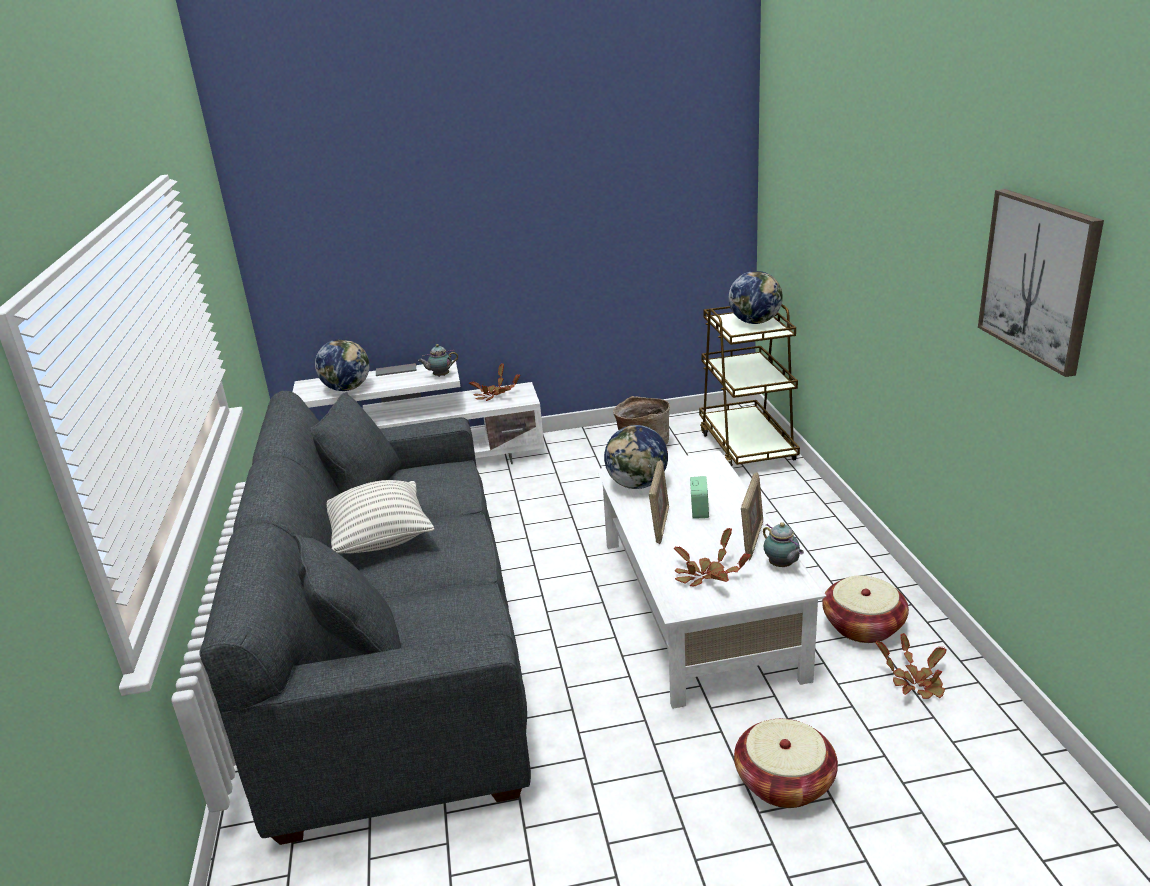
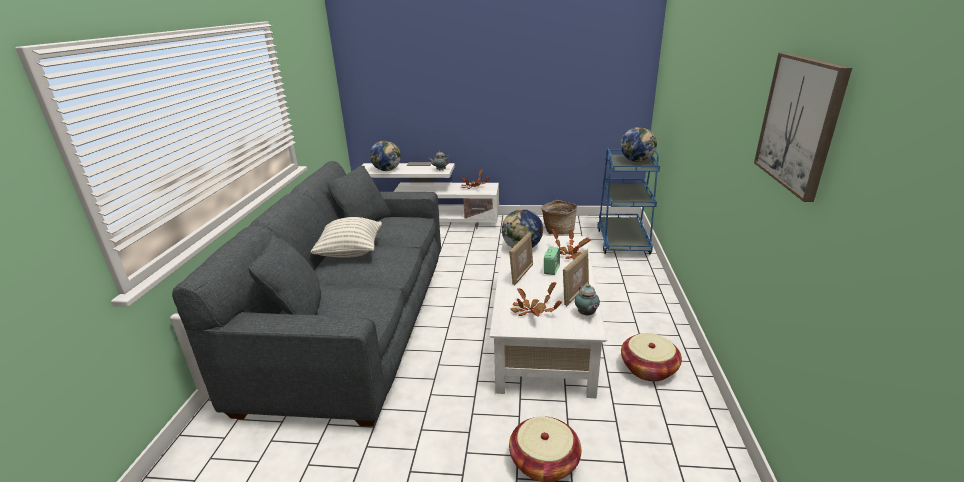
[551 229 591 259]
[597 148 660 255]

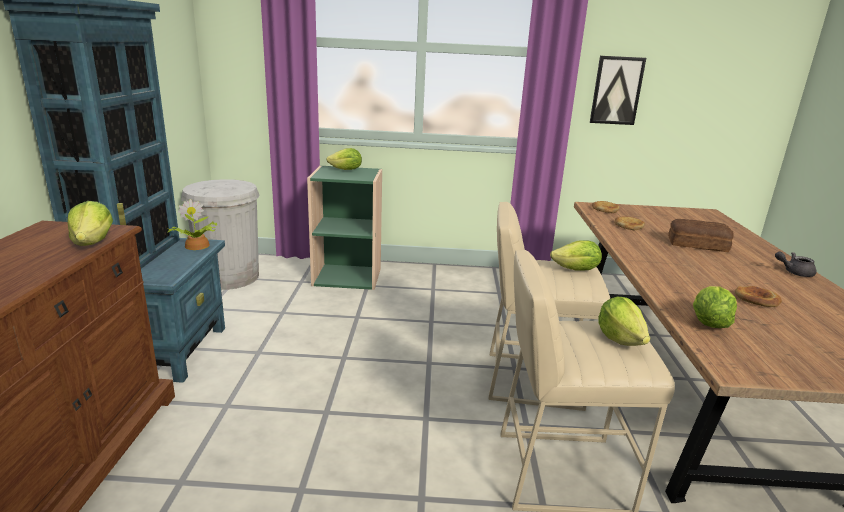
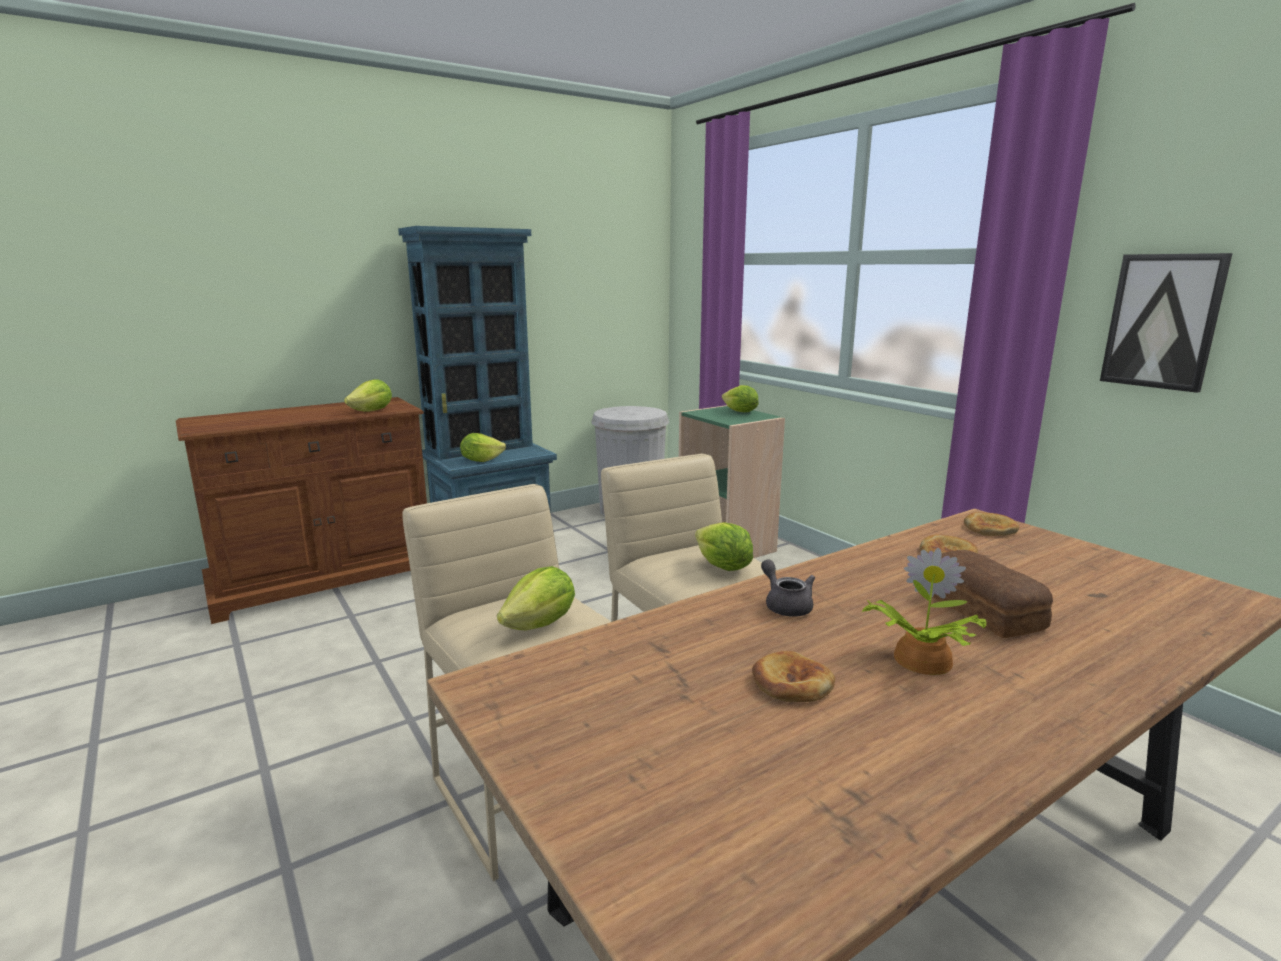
[861 548 987 675]
[460 433 506 462]
[761 559 815 617]

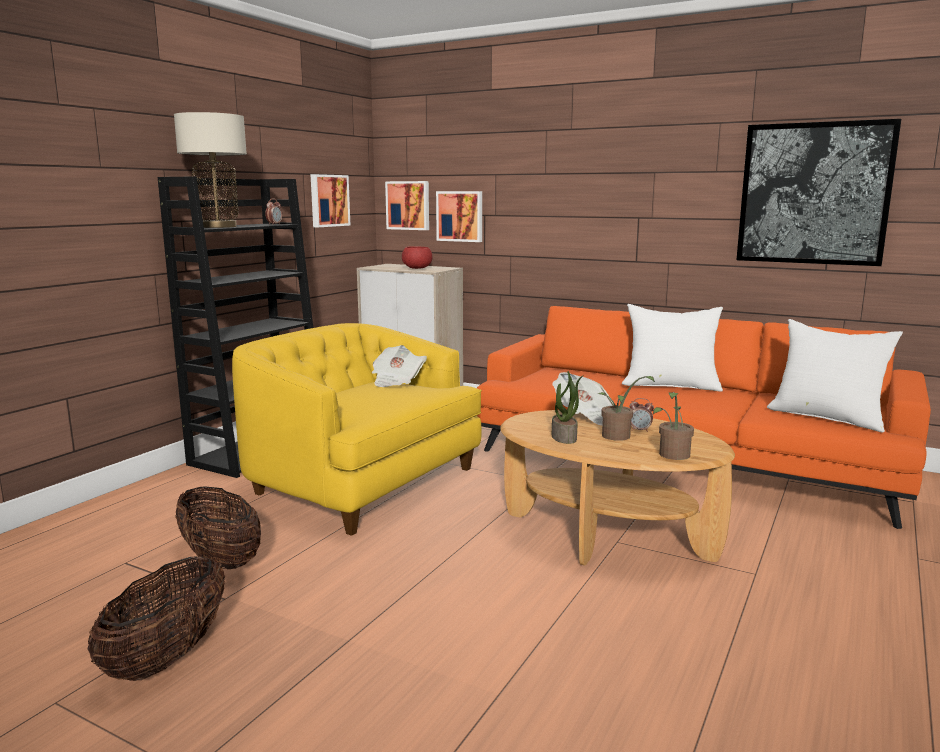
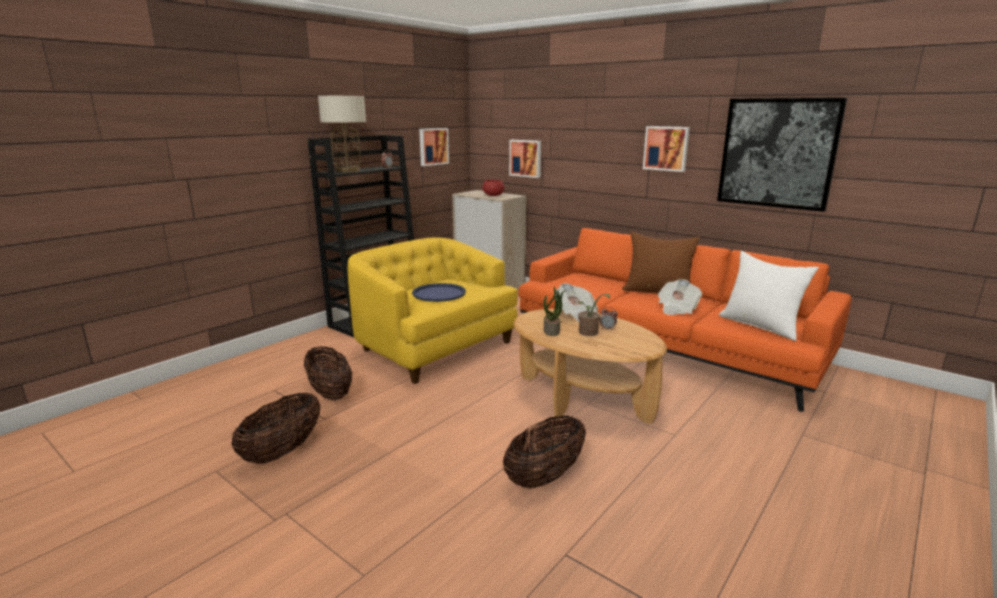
[653 392 694 460] (first image)
[412 283 466 302]
[503 416 586 489]
[658 279 702 315]
[643 126 690 172]
[622 231 700 294]

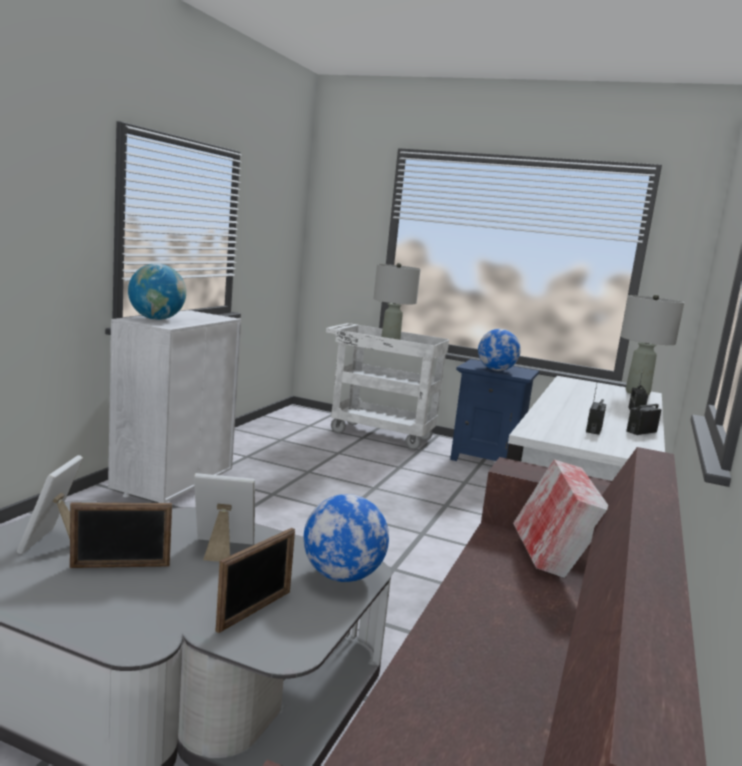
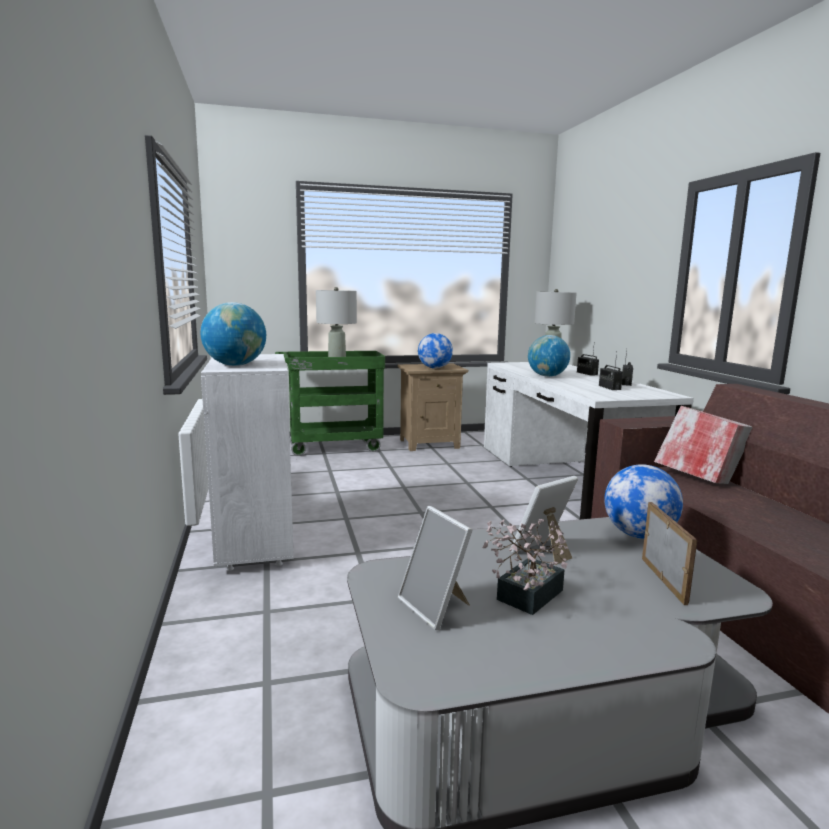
[528 335 570 377]
[482 519 568 615]
[275 351 385 456]
[397 364 468 451]

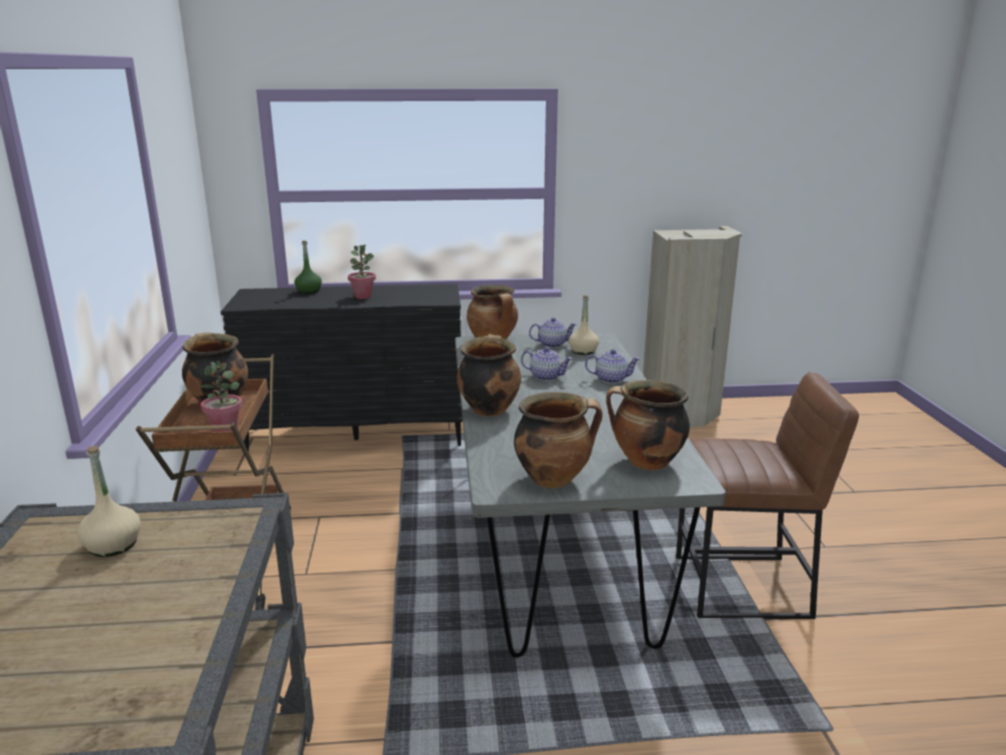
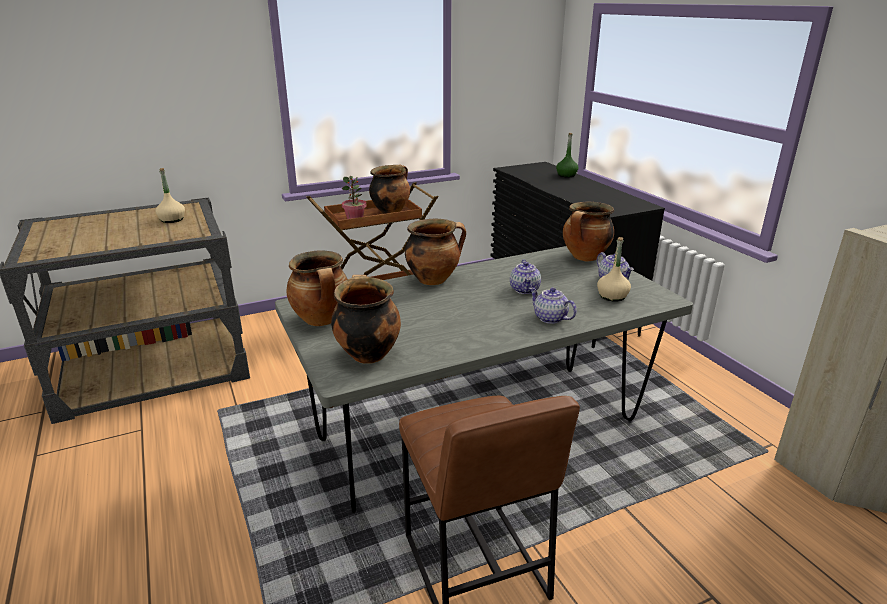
[348 245 376 299] (first image)
[529 287 577 324]

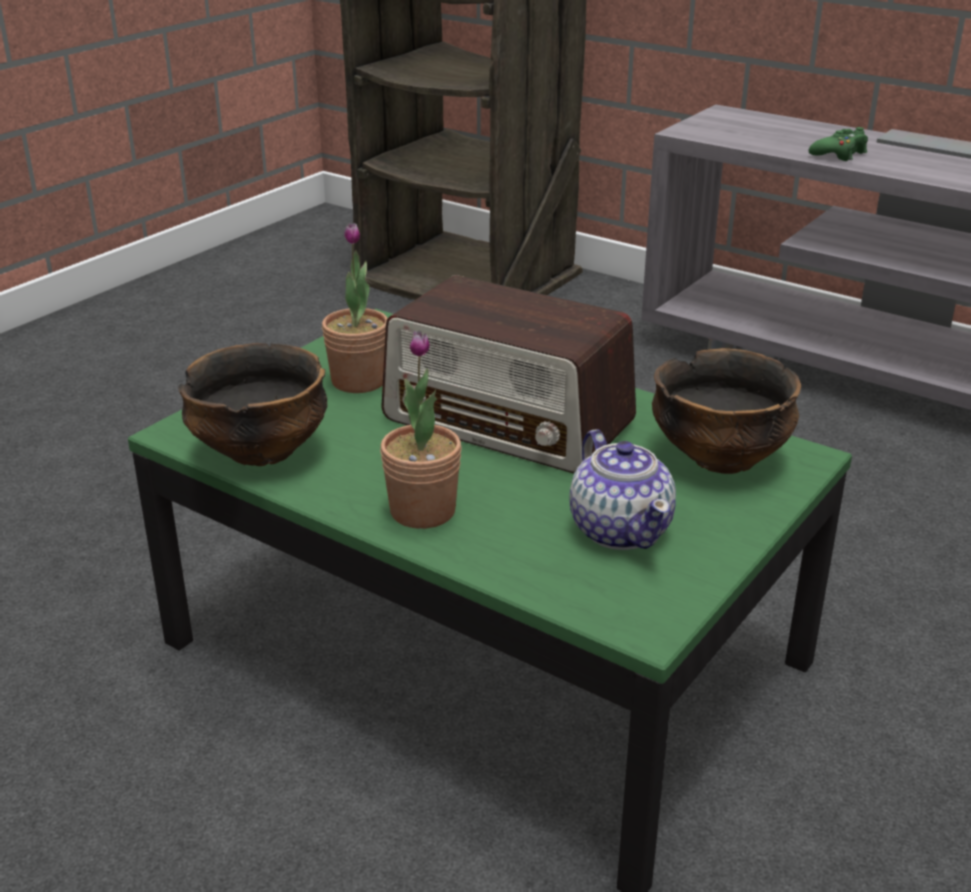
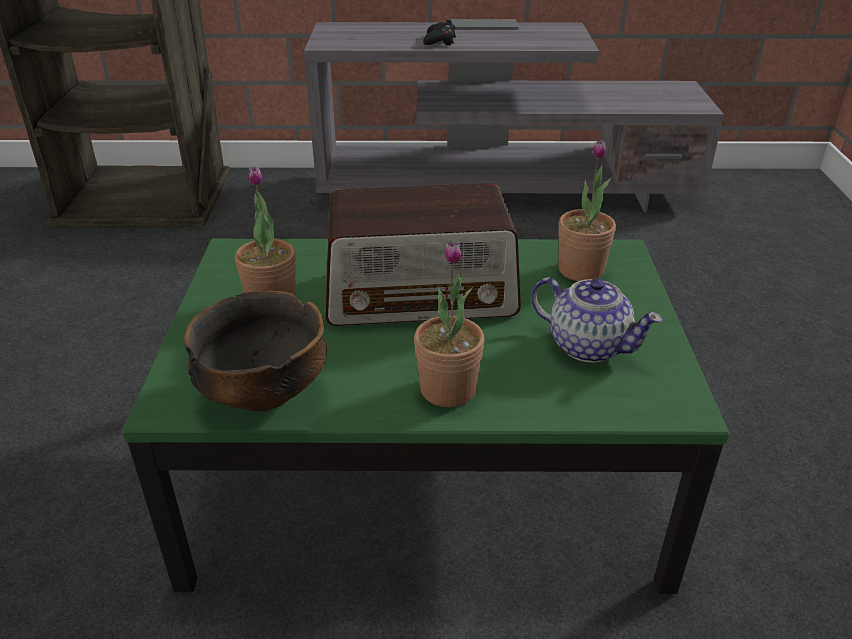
[558 140 616 281]
[423 20 456 45]

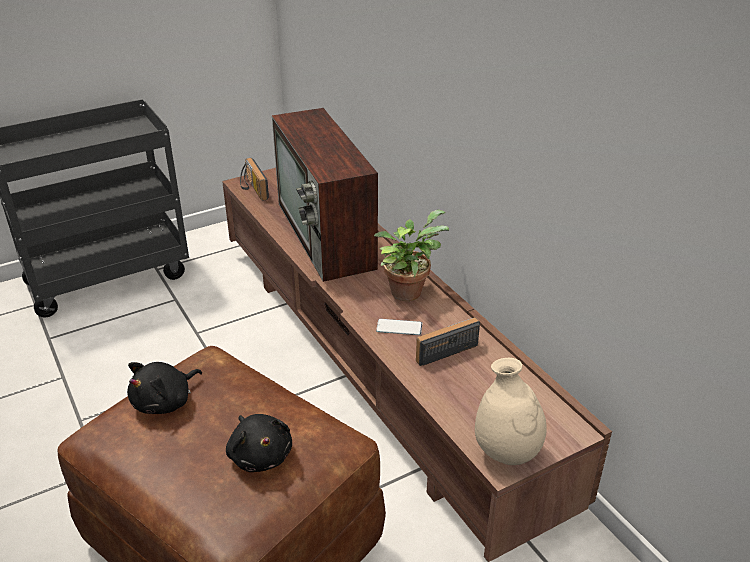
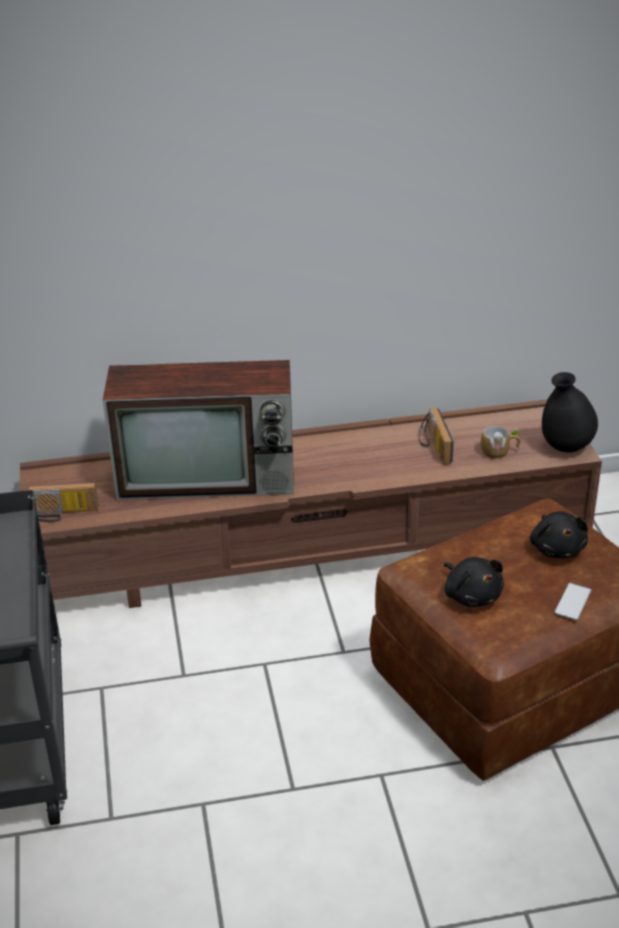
[374 210 449 301] (first image)
[481 426 521 459]
[555 583 592 620]
[542 372 598 453]
[530 511 588 558]

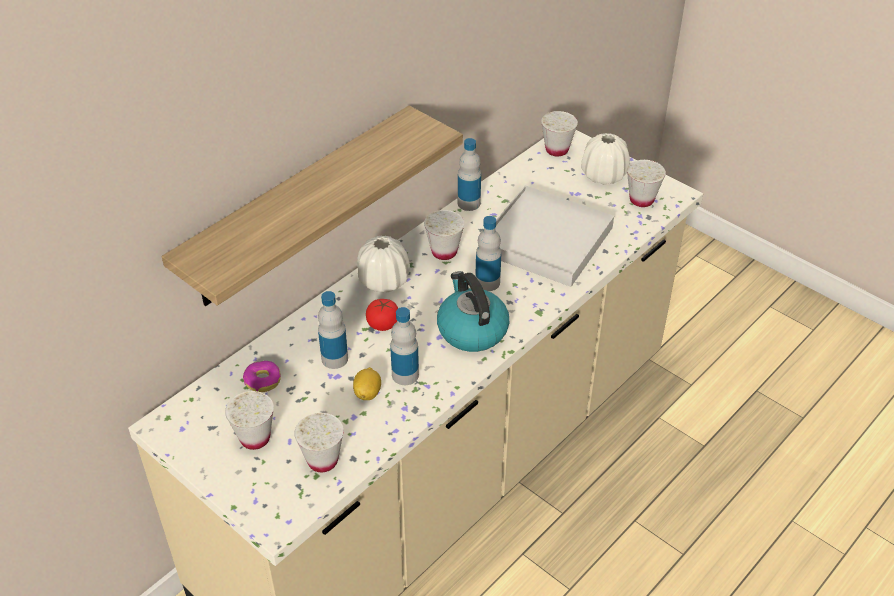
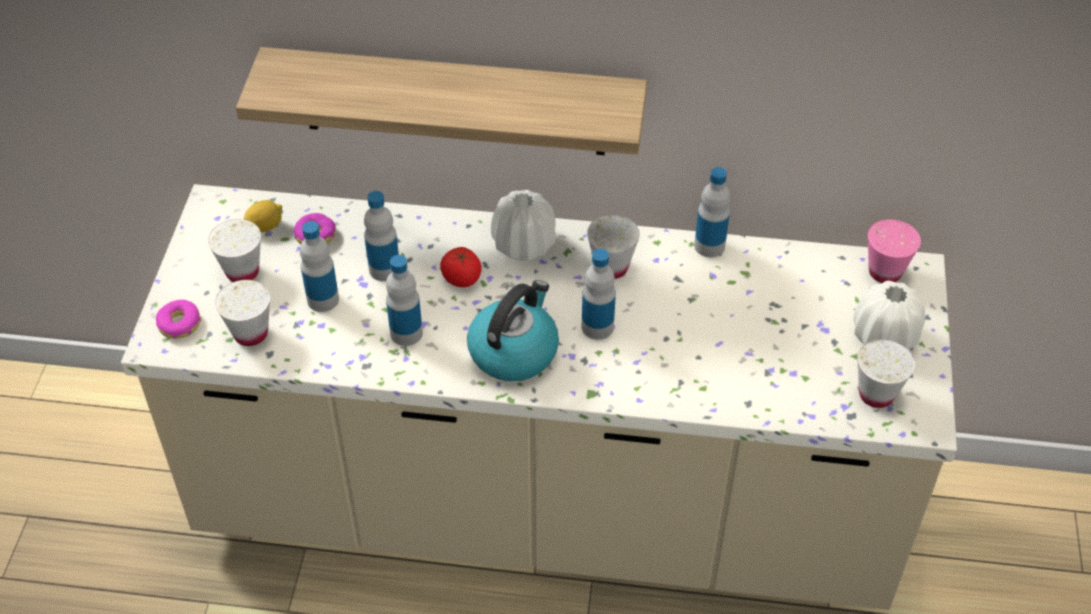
[495 185 614 287] (first image)
[156 300 201 339]
[300 221 339 312]
[244 200 282 232]
[868 219 921 283]

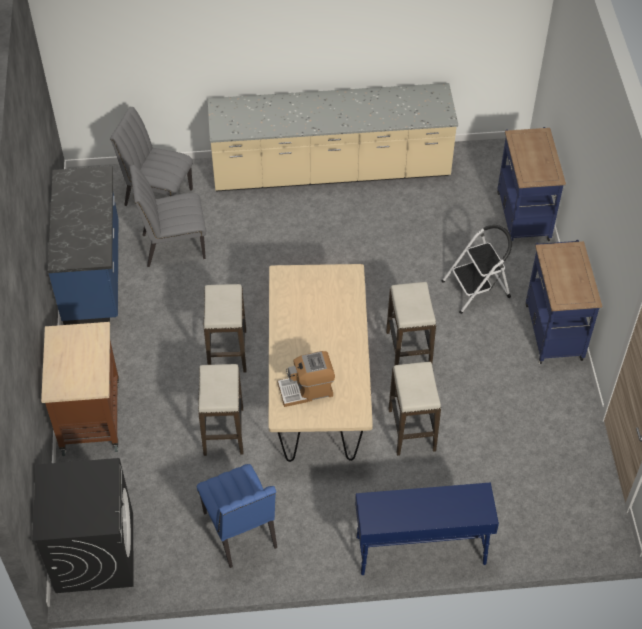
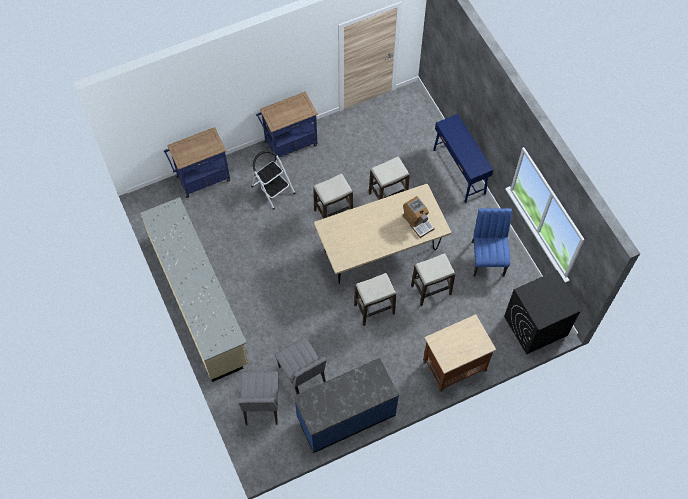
[472 208 512 277]

